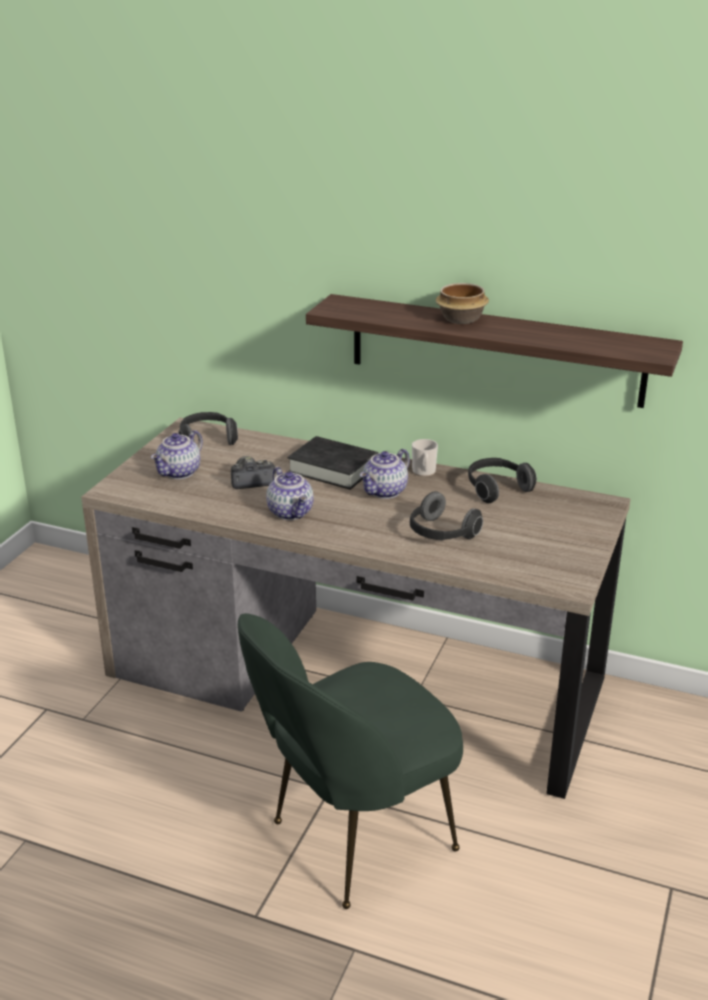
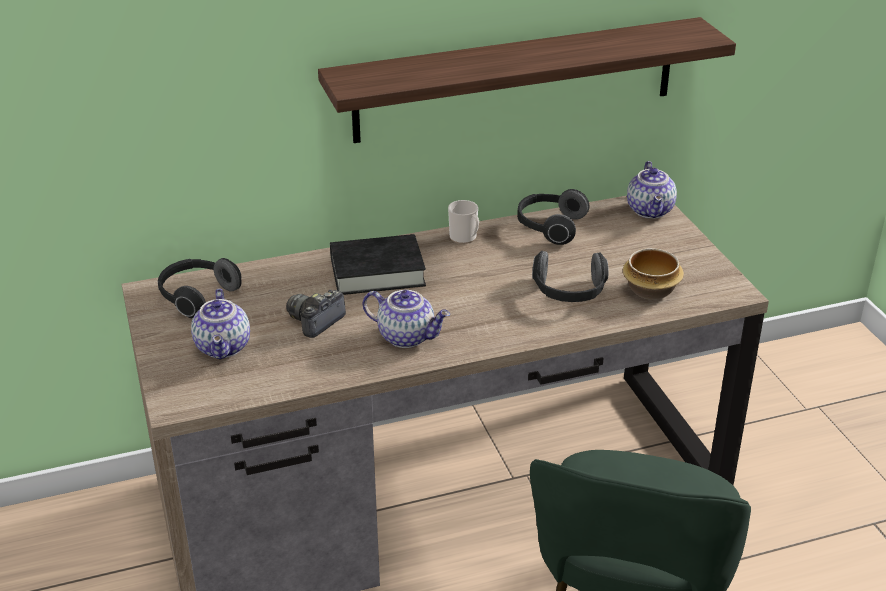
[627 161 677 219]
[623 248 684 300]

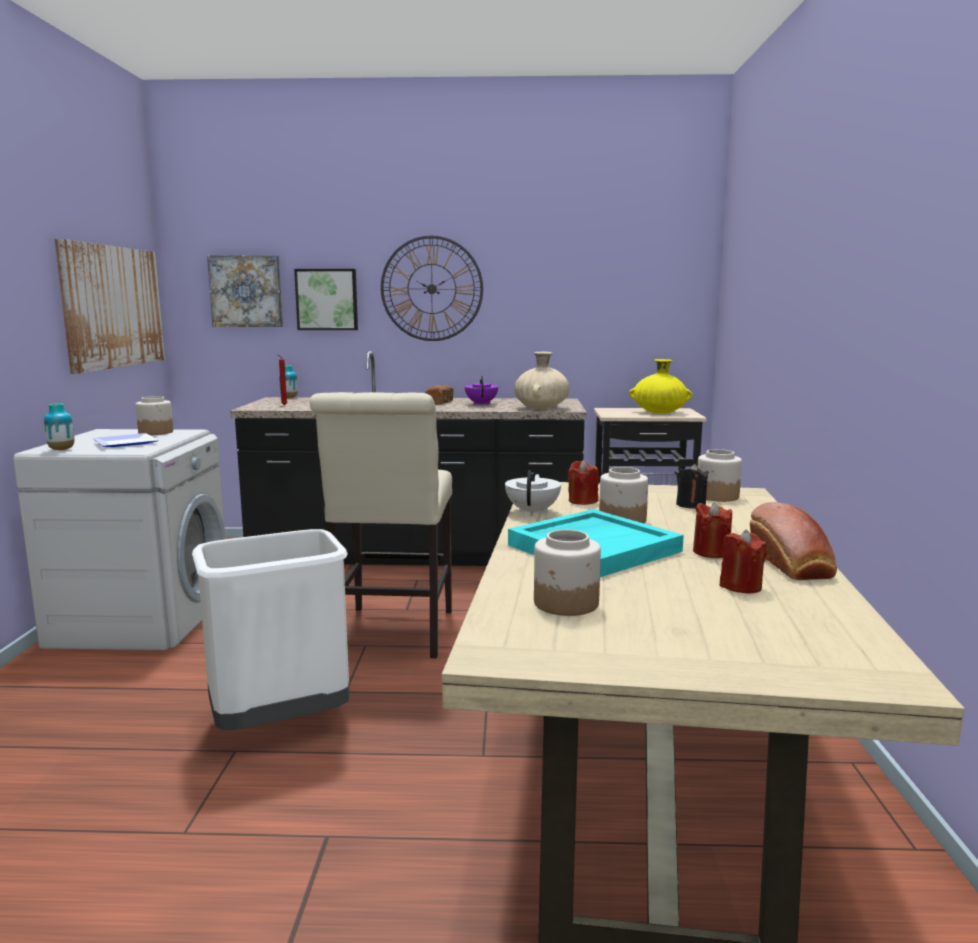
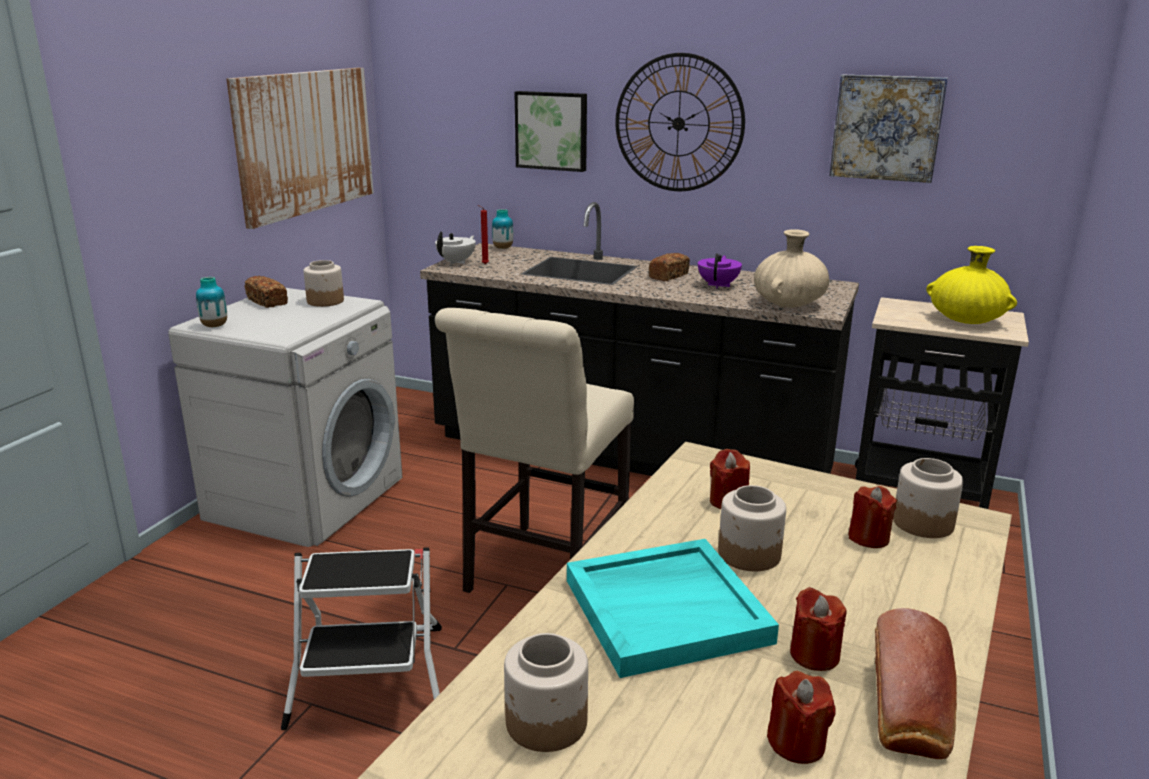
[92 433 159 447] (first image)
[245 276 288 308]
[829 74 948 183]
[435 231 476 265]
[281 547 442 730]
[848 486 897 548]

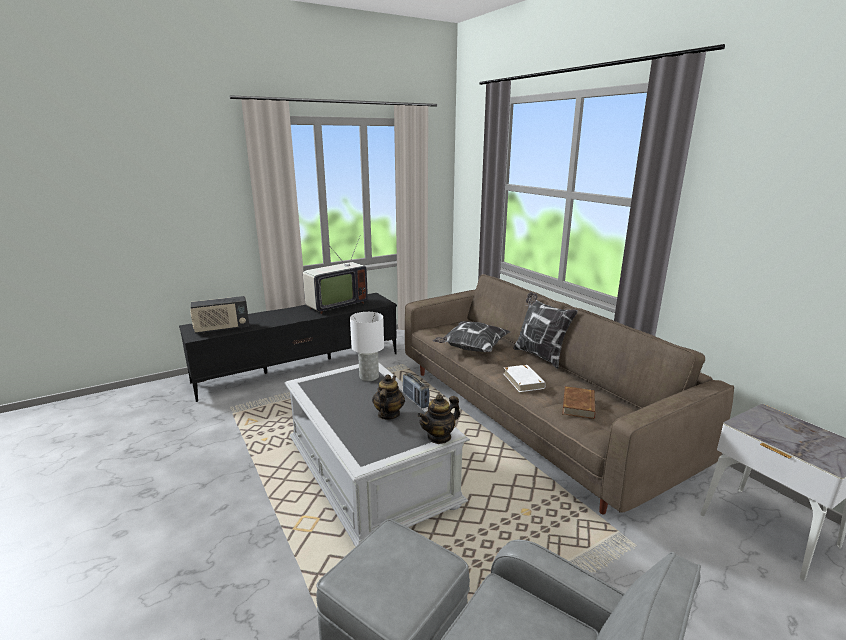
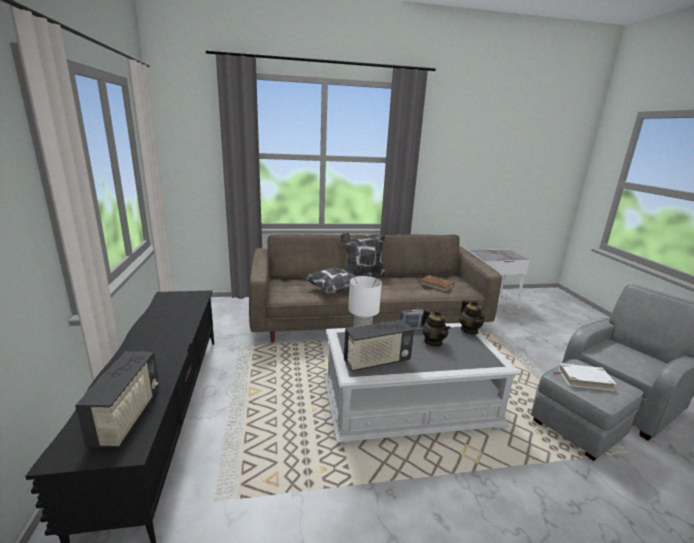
[303 235 368 314] (first image)
[344 320 414 371]
[554 363 616 391]
[422 309 451 347]

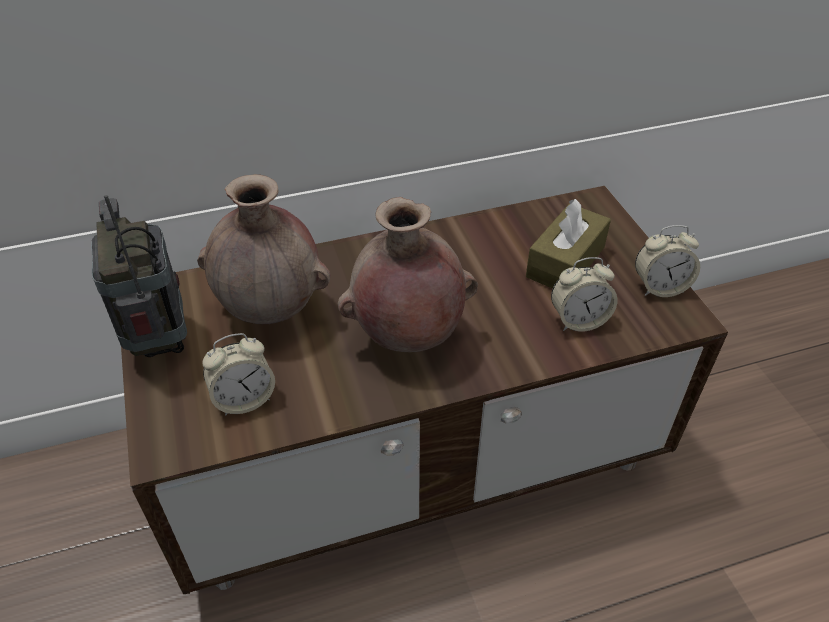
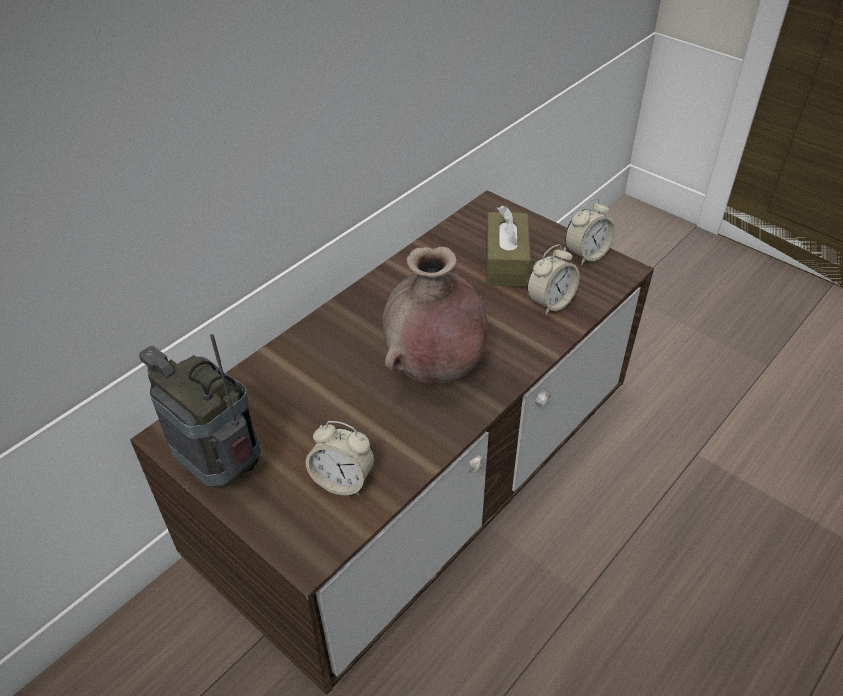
[197 174 331 325] (first image)
[306 421 375 495]

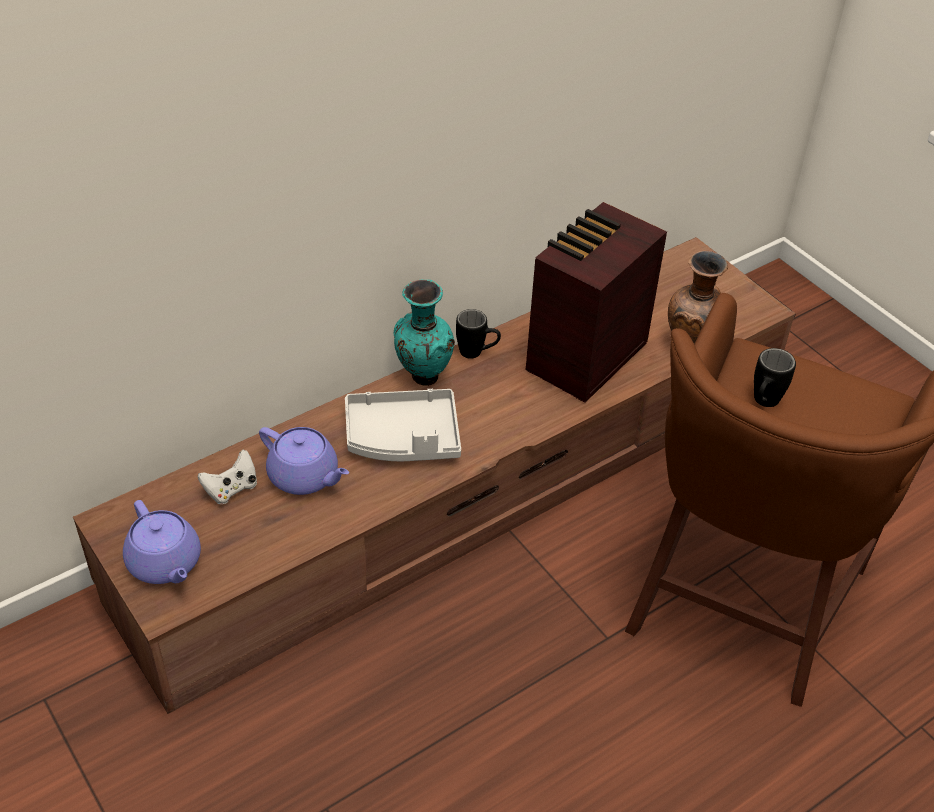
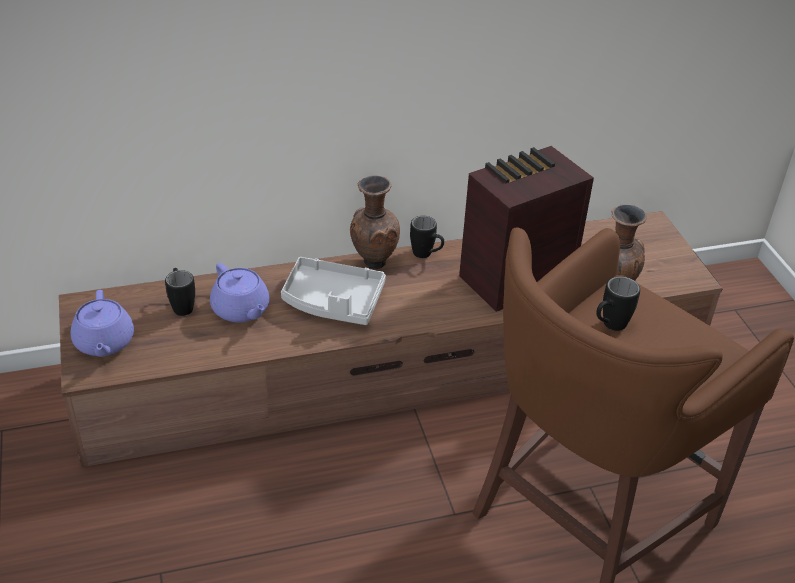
[165 268 195 316]
[350 175 400 269]

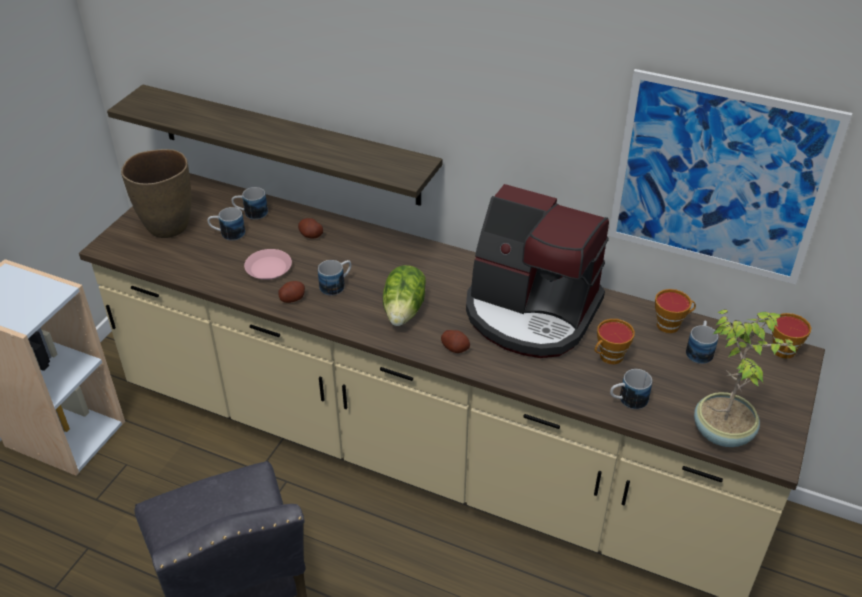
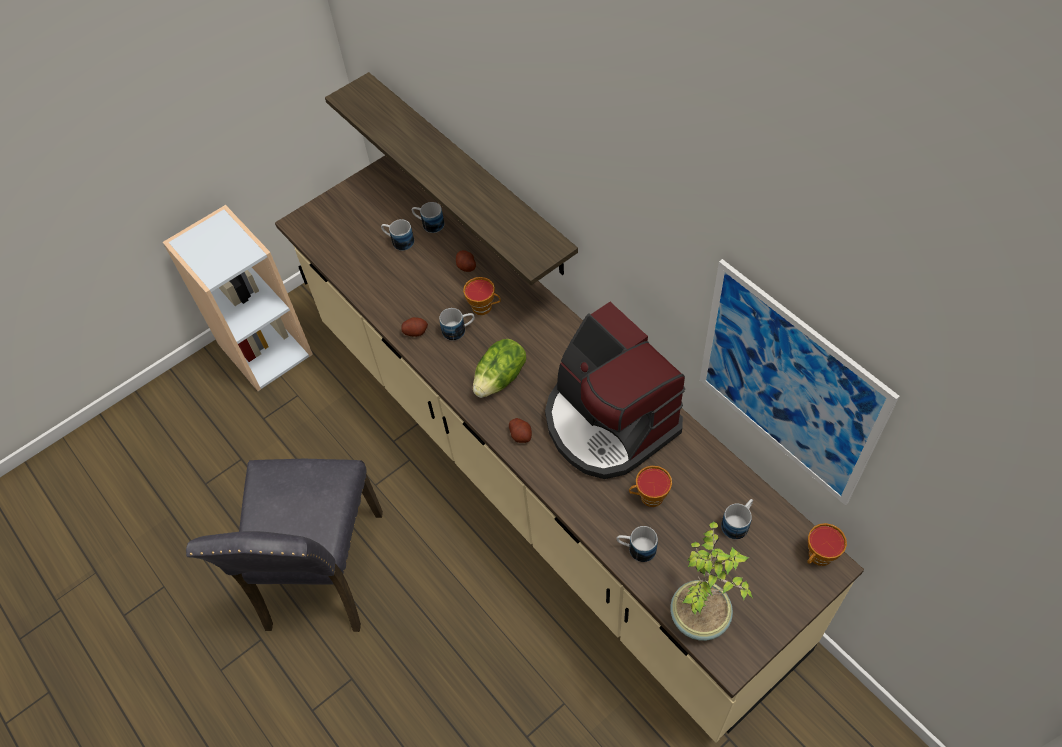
[121 149 192 238] (first image)
[244 249 292 280] (first image)
[463 277 501 315]

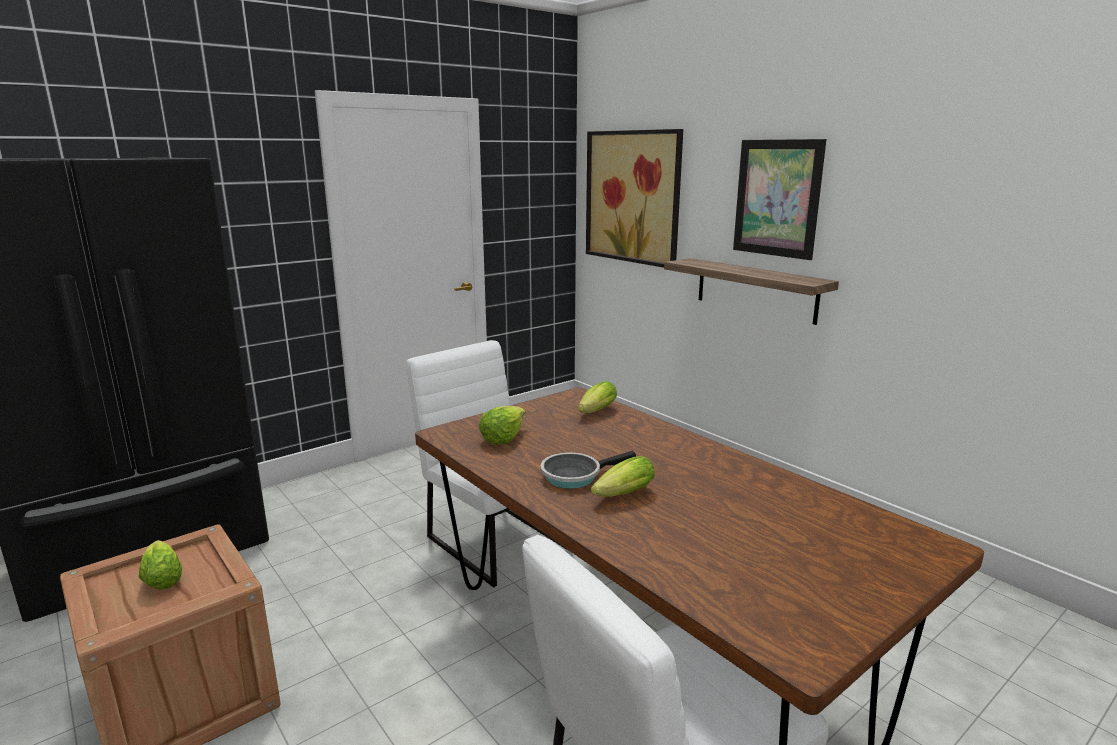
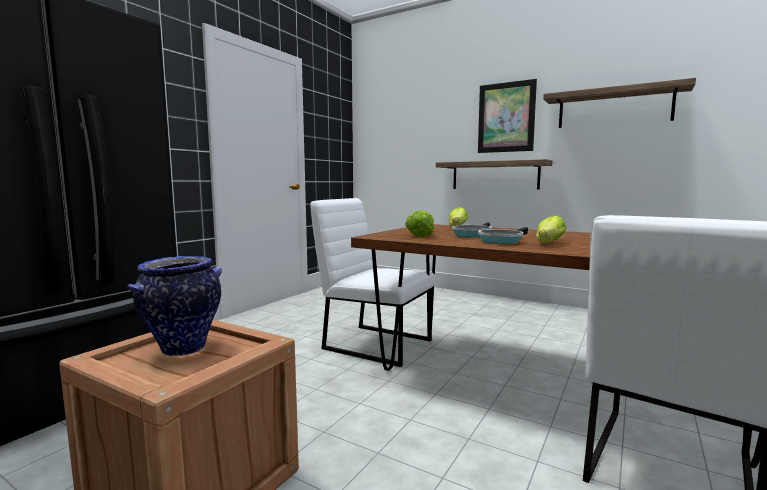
[586 129 683 268] (first image)
[452 223 492 238]
[543 78 696 128]
[127 256 222 356]

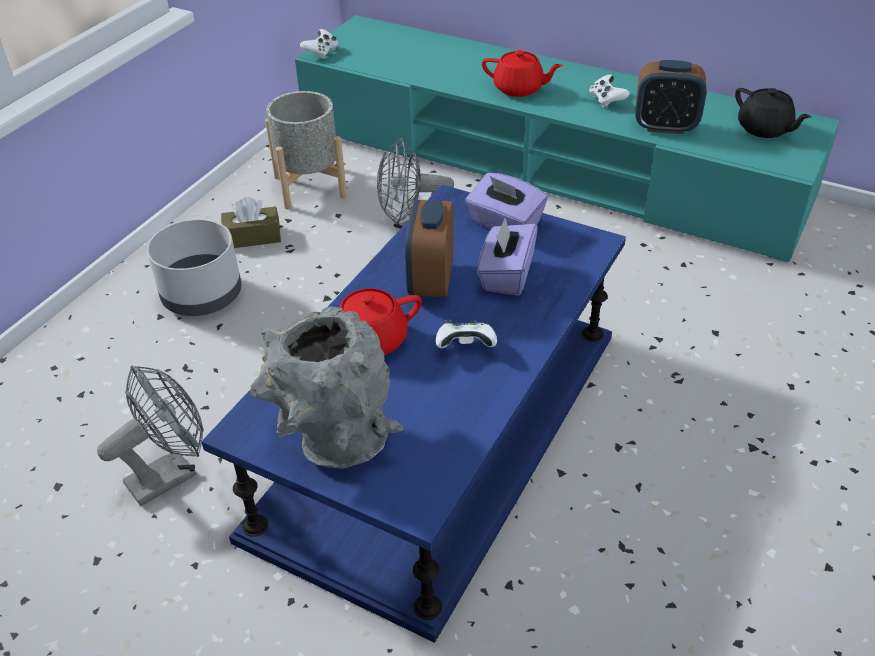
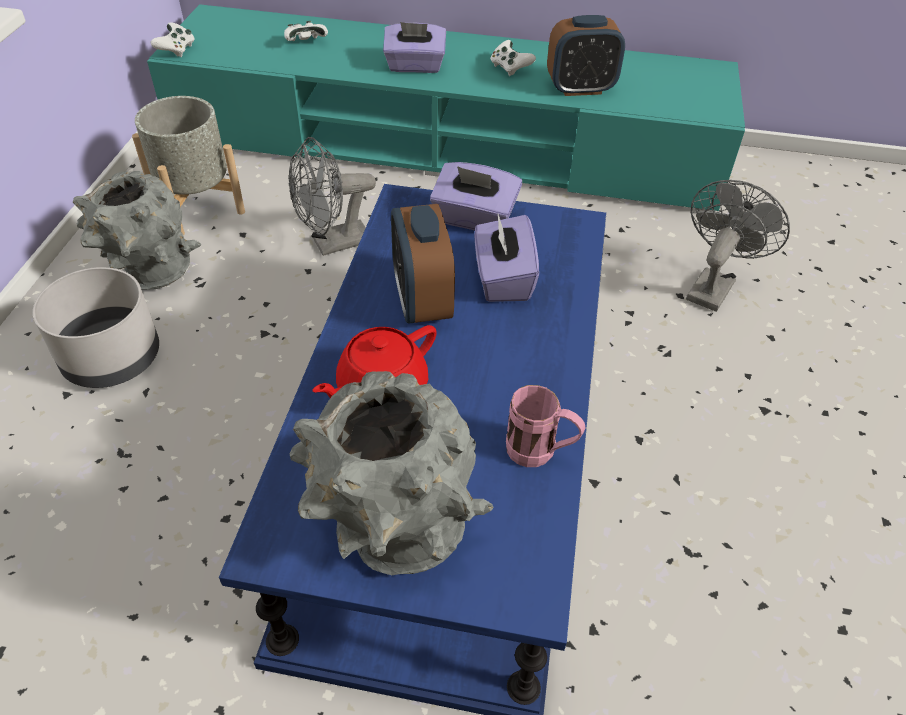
[735 88 811 138] (first image)
[506 385 586 467]
[686 180 790 312]
[284 21 328 41]
[73 171 201 290]
[383 22 446 73]

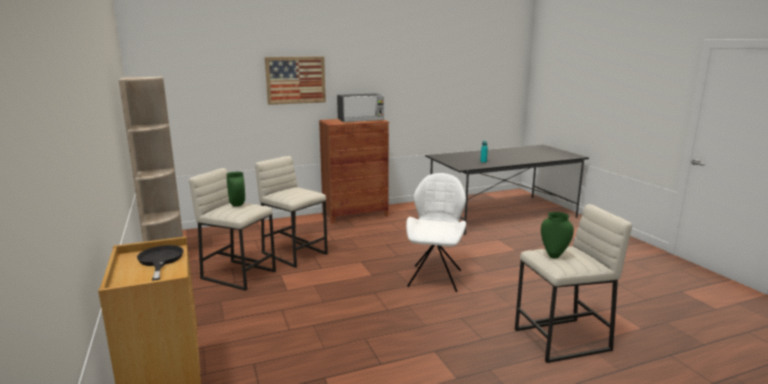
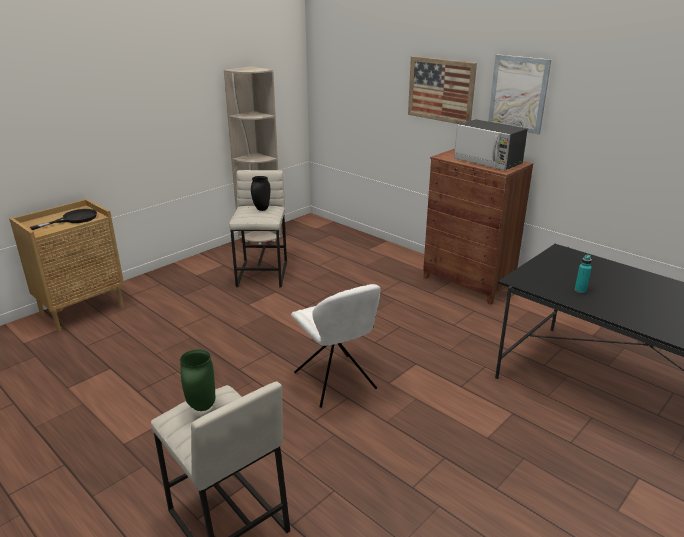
[255 156 328 268] (first image)
[488 54 551 134]
[251 176 270 211]
[291 284 380 408]

